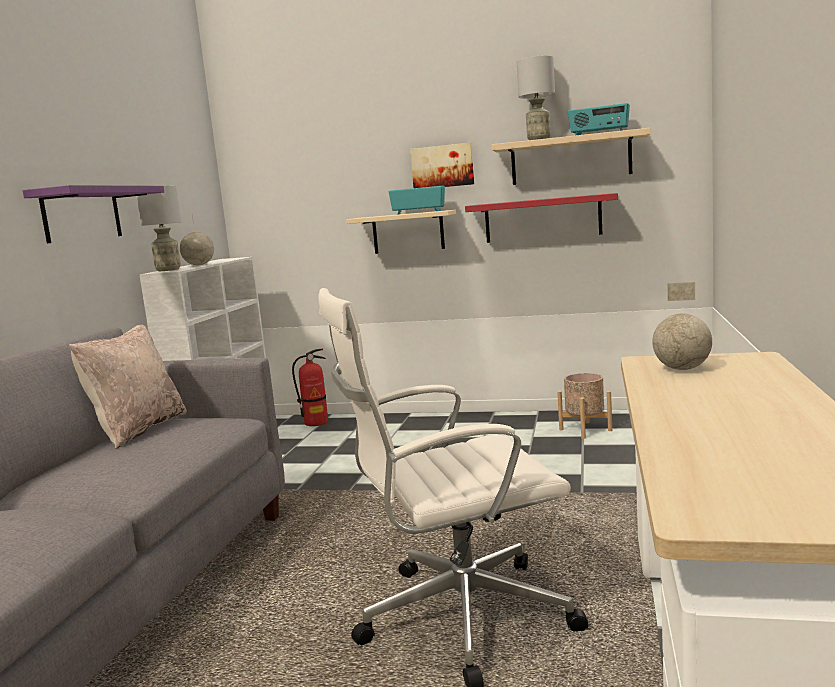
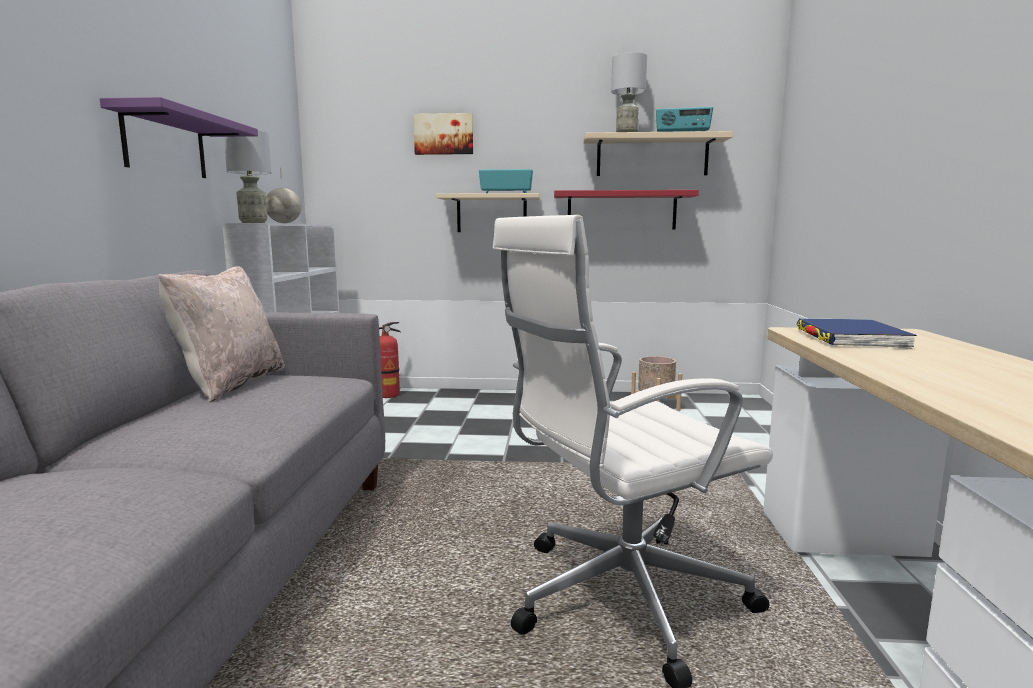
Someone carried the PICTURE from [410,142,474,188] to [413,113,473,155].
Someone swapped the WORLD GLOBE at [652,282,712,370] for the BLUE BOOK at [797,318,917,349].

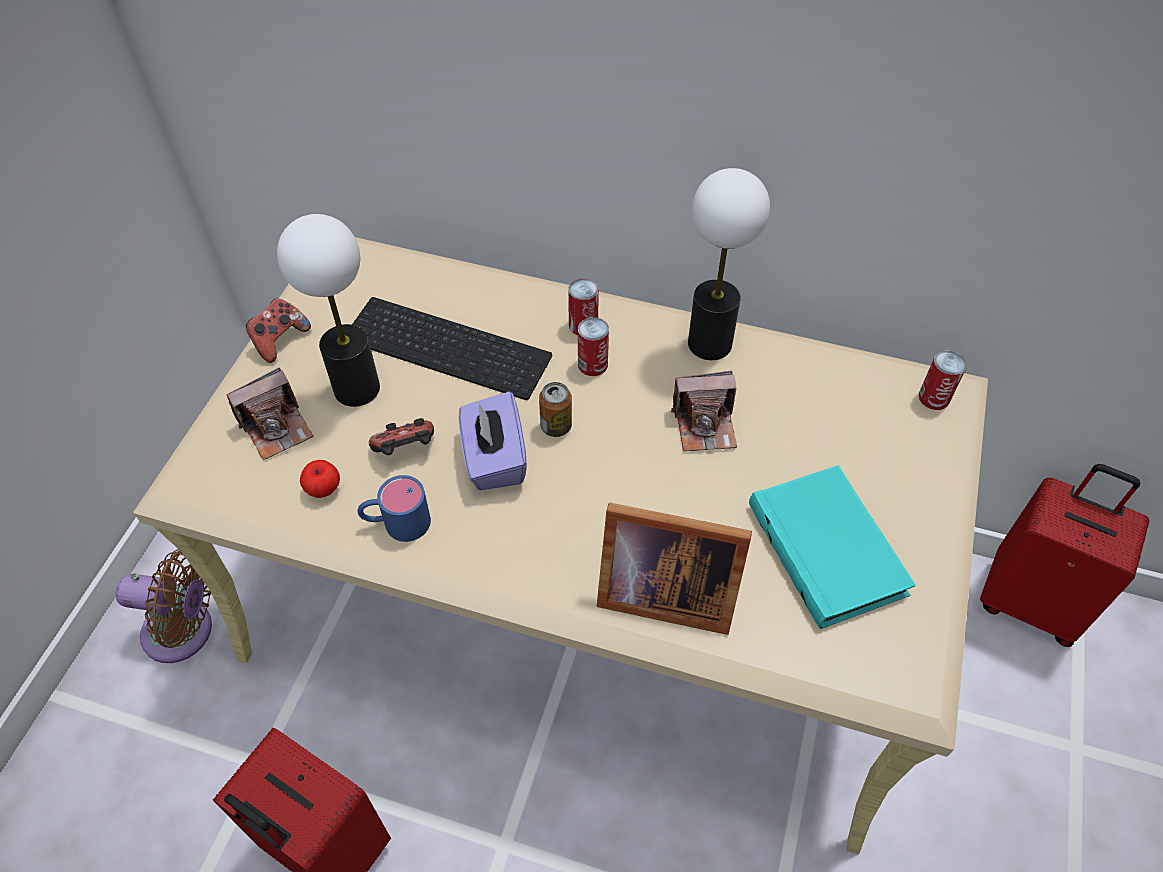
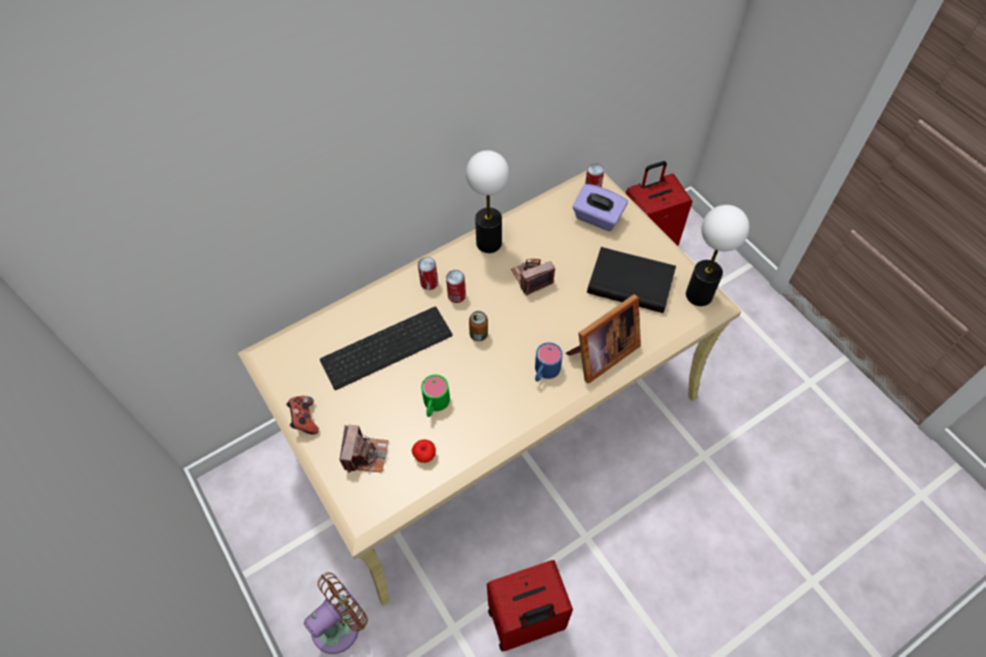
Someone carried the TABLETOP LAMP from [277,214,380,407] to [686,205,749,306].
Someone rotated the PHOTO CAMERA at [671,371,737,451] by 150 degrees counterclockwise.
Someone carried the PURPLISH TISSUE BOX from [459,391,527,490] to [573,184,628,231].
Someone swapped the GAMEPAD at [369,418,434,455] for the GREENISH COFFEE MUG at [421,375,450,417].
Someone repainted the TURQUOISE-COLOURED BOOK at [749,465,916,629], which became the BLACK-COLOURED BOOK at [587,247,676,313].
Someone carried the BLUE COFFEE MUG from [357,475,431,542] to [535,342,563,382].

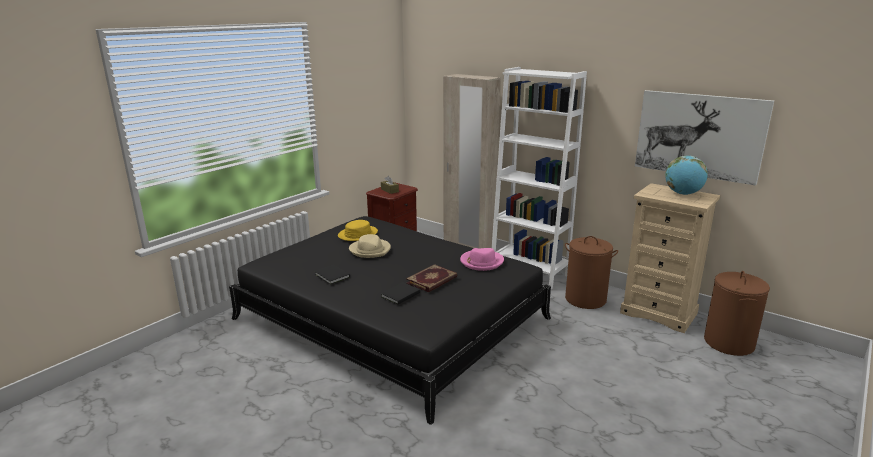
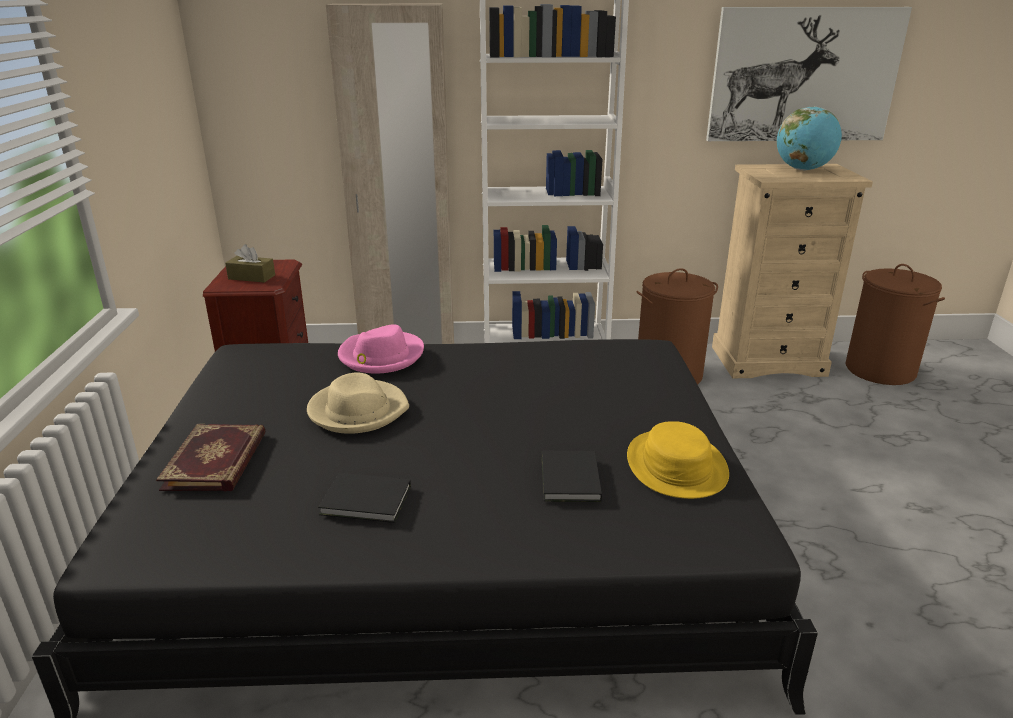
Someone carried the YELLOW HAT from [338,220,378,241] to [627,421,729,499].
Someone carried the PINKISH HAT from [460,248,504,271] to [338,324,424,374].
Someone carried the BOOK from [406,264,458,292] to [156,424,266,491].

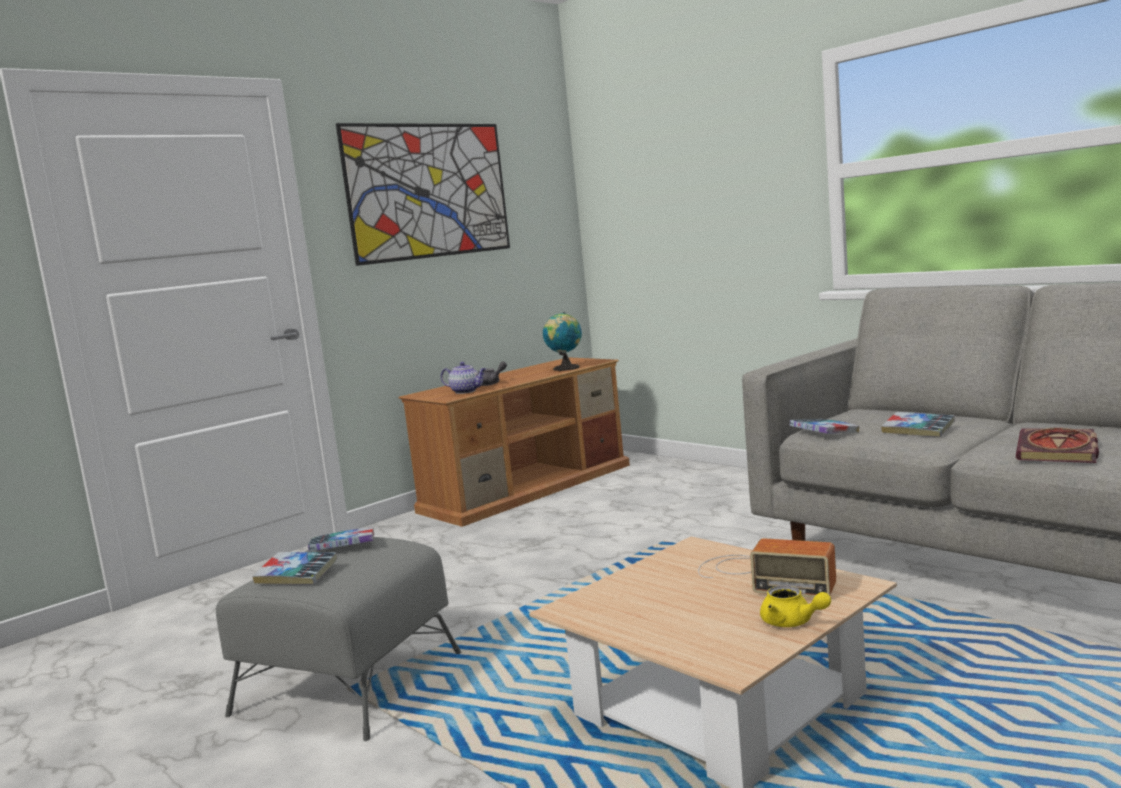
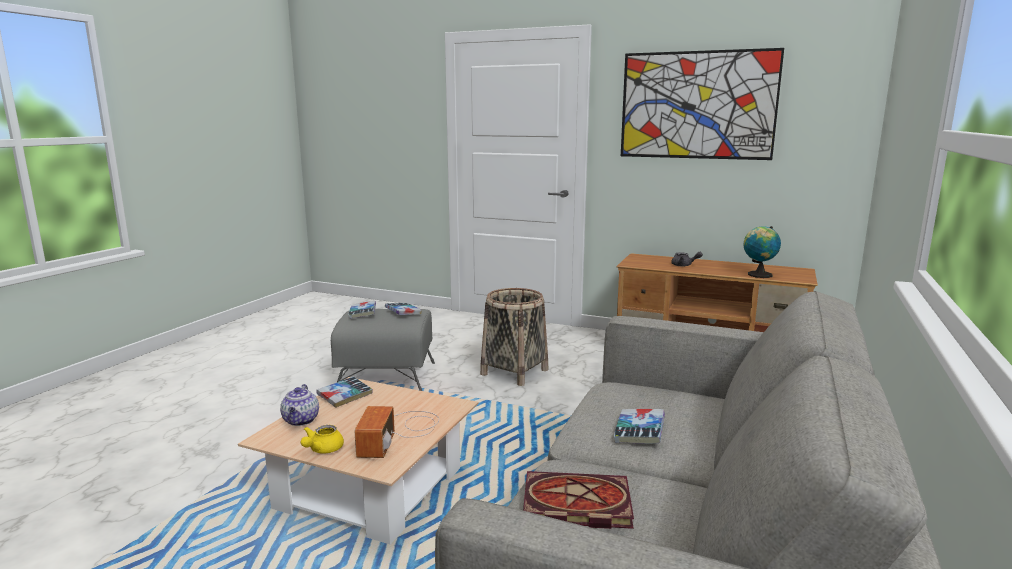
Someone carried the TEA POT from [441,362,486,394] to [280,384,319,426].
Someone carried the BOOK from [790,419,859,434] to [316,377,373,408].
Someone put down the HOUSEHOLD BASKET at [480,288,548,386].

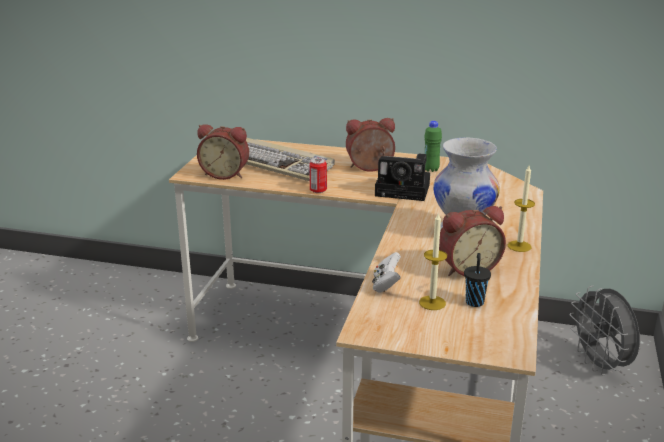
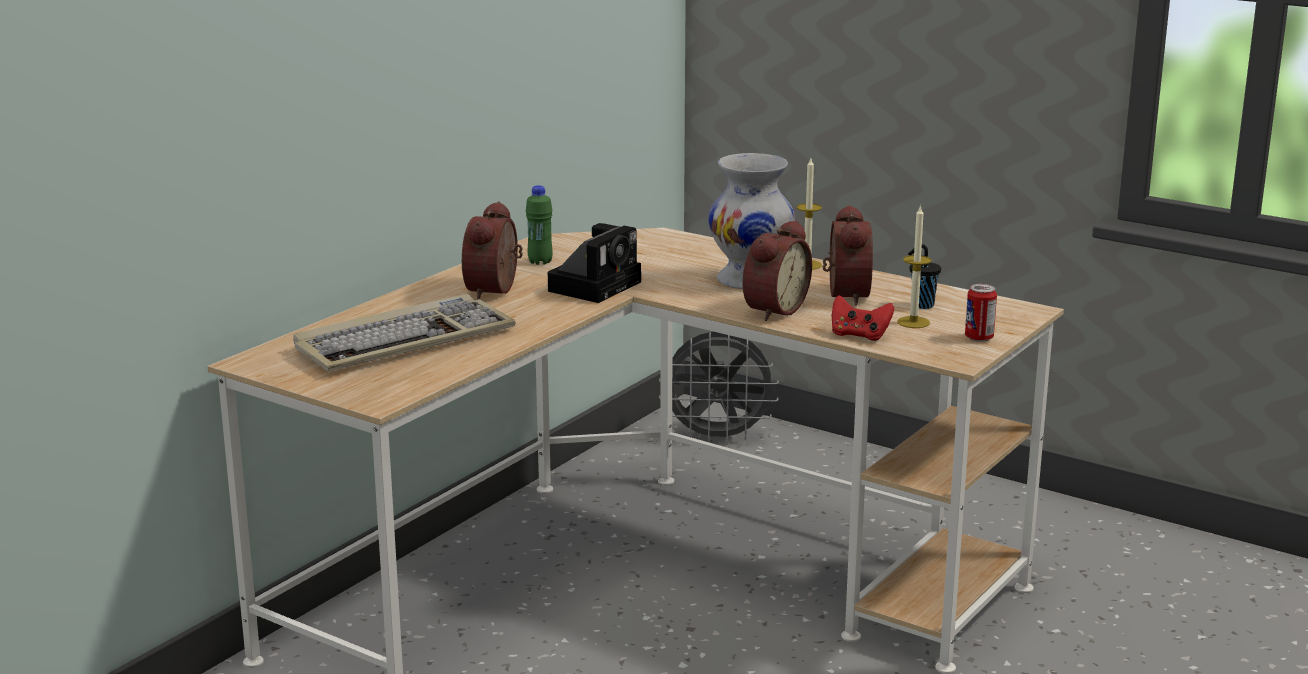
Someone carried the ALARM CLOCK from [197,124,249,180] to [743,220,812,321].
Someone carried the METAL CAN from [309,158,327,193] to [965,284,997,342].
Someone repainted the WHITE GAMEPAD at [372,252,401,293], which became the RED-COLOURED GAMEPAD at [831,295,894,341].

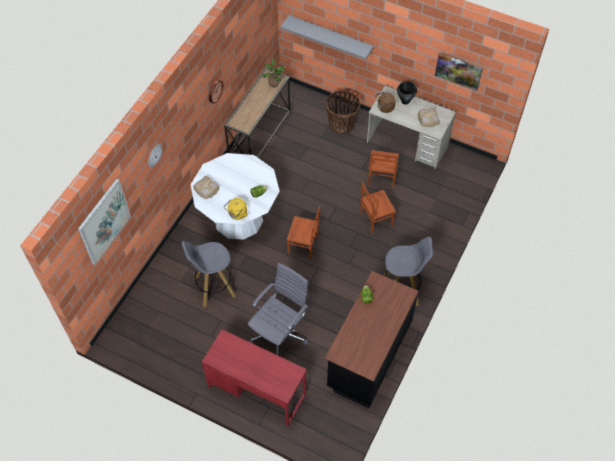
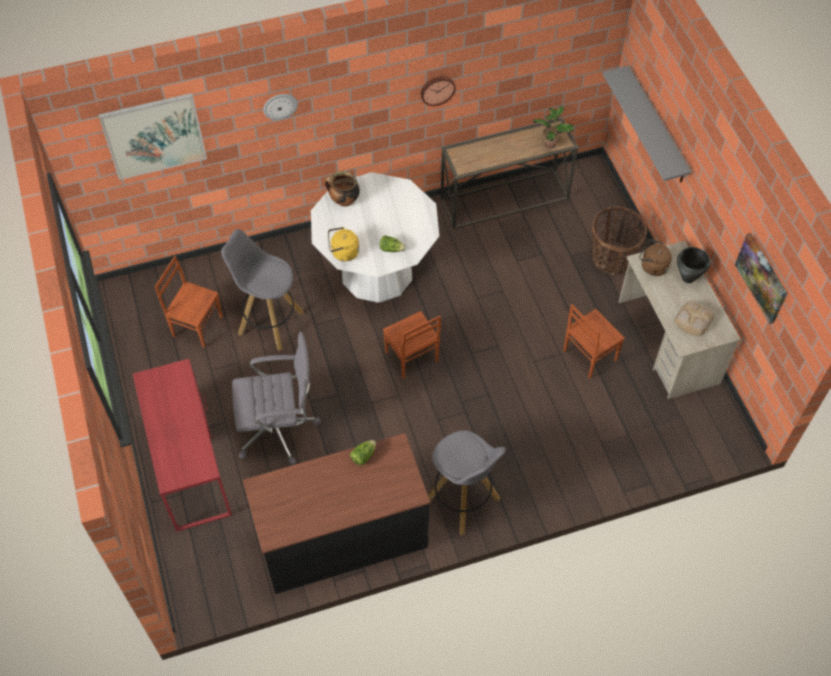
Someone swapped the BAKED BREAD at [193,176,219,199] for the STOCKPOT at [325,171,360,207].
Someone carried the BROWN-COLOURED CHAIR from [360,182,396,234] to [155,256,223,348].

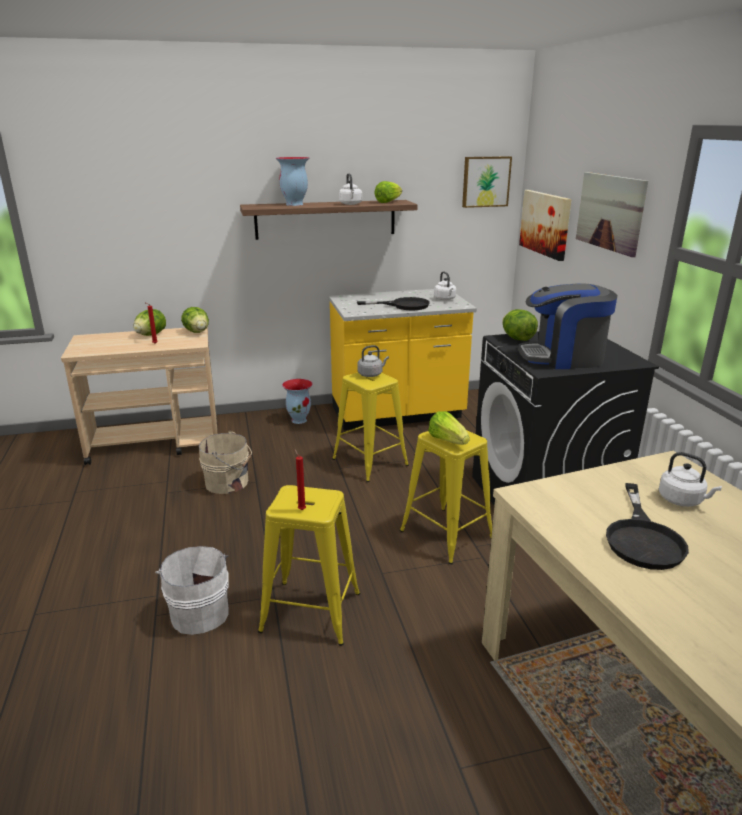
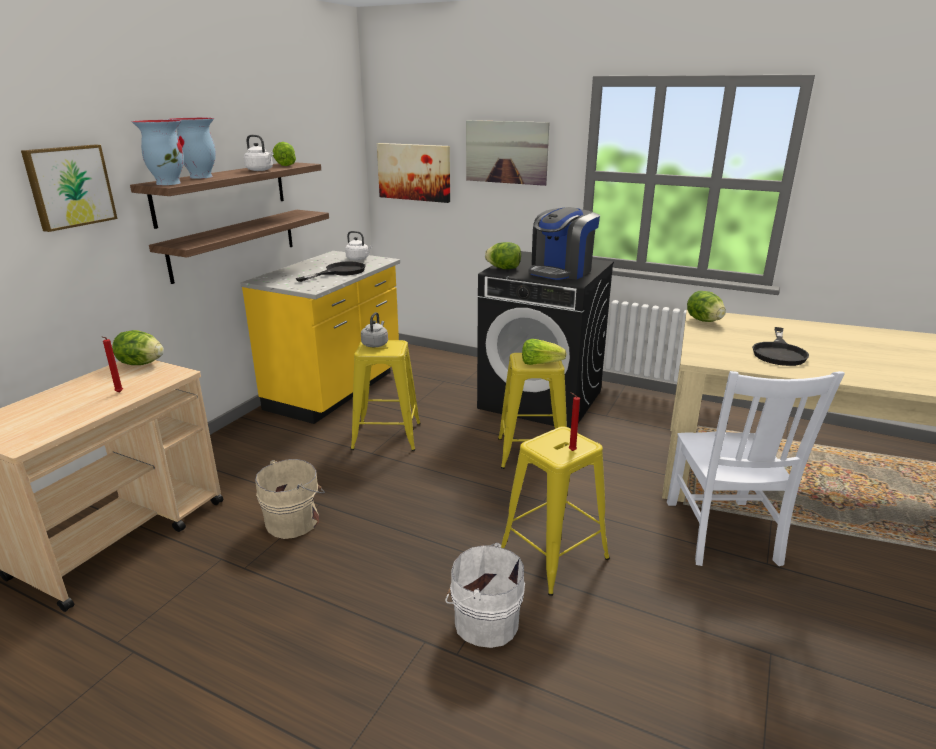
Someone carried the PICTURE from [462,156,512,208] to [21,145,118,232].
Someone carried the LETTUCE from [133,309,166,336] to [687,291,726,322].
Someone carried the DECORATIVE VASE from [282,379,313,424] to [131,120,184,185].
Someone took away the WHITE WATER KETTLE at [659,452,722,507].
Someone rotated the BLACK-COLOURED SKILLET at [606,483,689,570] by 60 degrees clockwise.
Someone put up the WALL SHELF at [149,210,329,284].
Someone put down the WHITE CHAIR at [667,371,845,566].

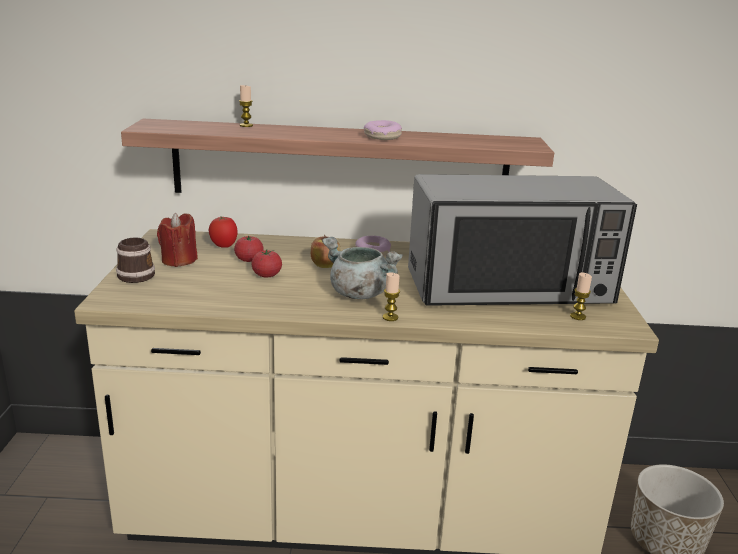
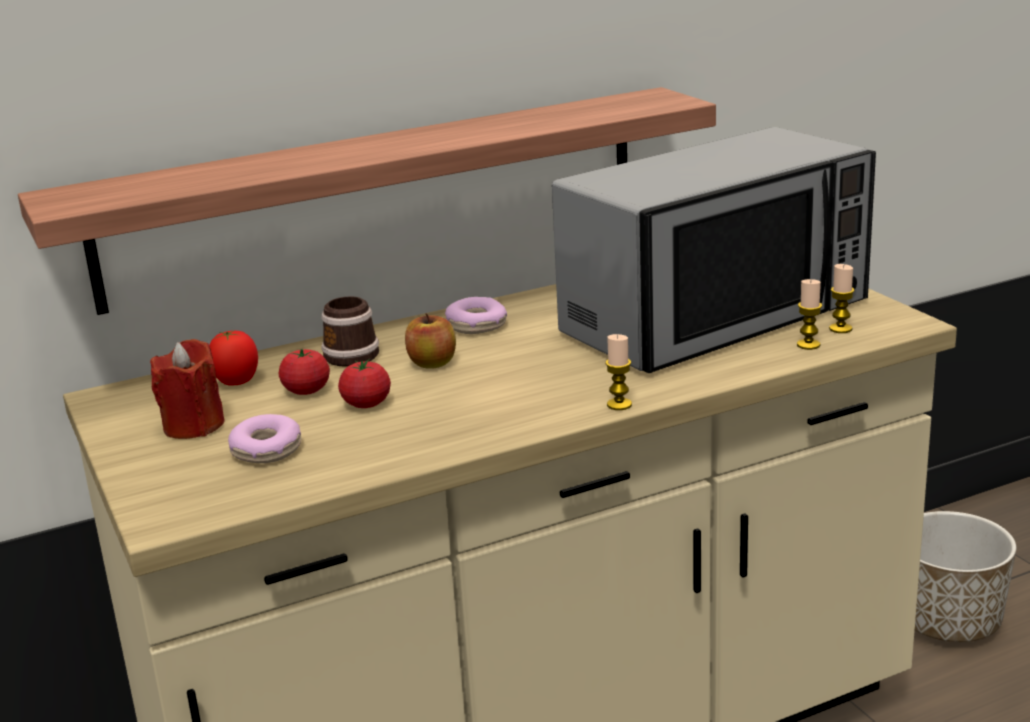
Someone carried the WAX LIGHT from [239,85,253,127] to [797,279,822,350].
Someone carried the DONUT from [364,120,402,140] to [228,414,302,463].
Someone took away the GREY STOCKPOT at [322,237,403,300].
Someone carried the COFFEE MUG from [116,238,155,283] to [321,296,379,367].

